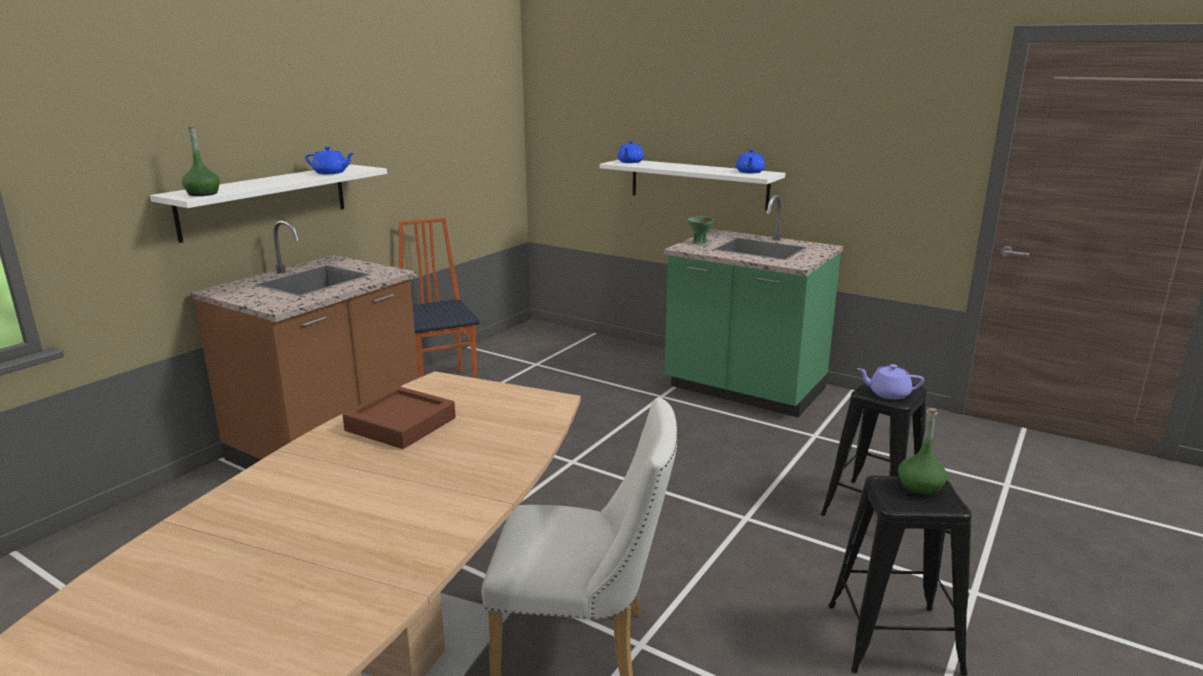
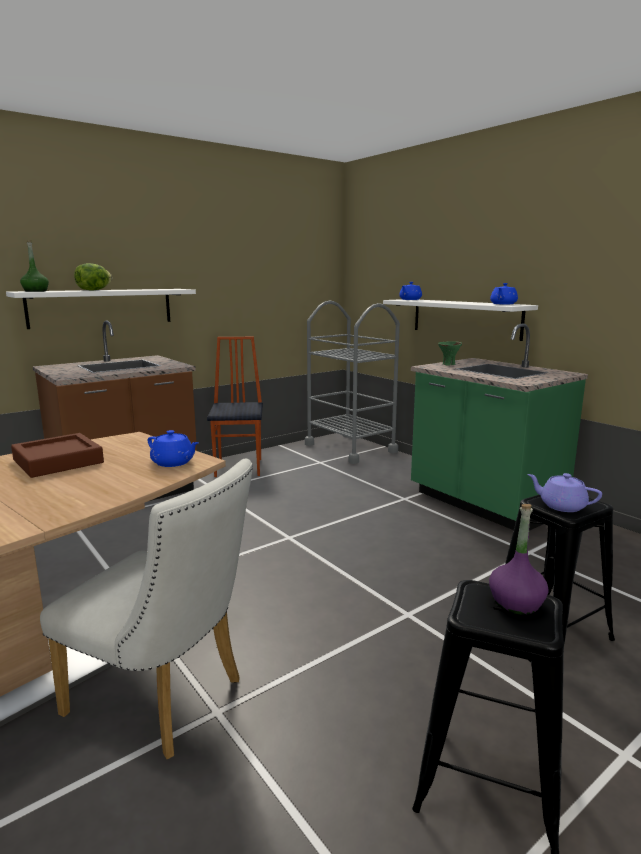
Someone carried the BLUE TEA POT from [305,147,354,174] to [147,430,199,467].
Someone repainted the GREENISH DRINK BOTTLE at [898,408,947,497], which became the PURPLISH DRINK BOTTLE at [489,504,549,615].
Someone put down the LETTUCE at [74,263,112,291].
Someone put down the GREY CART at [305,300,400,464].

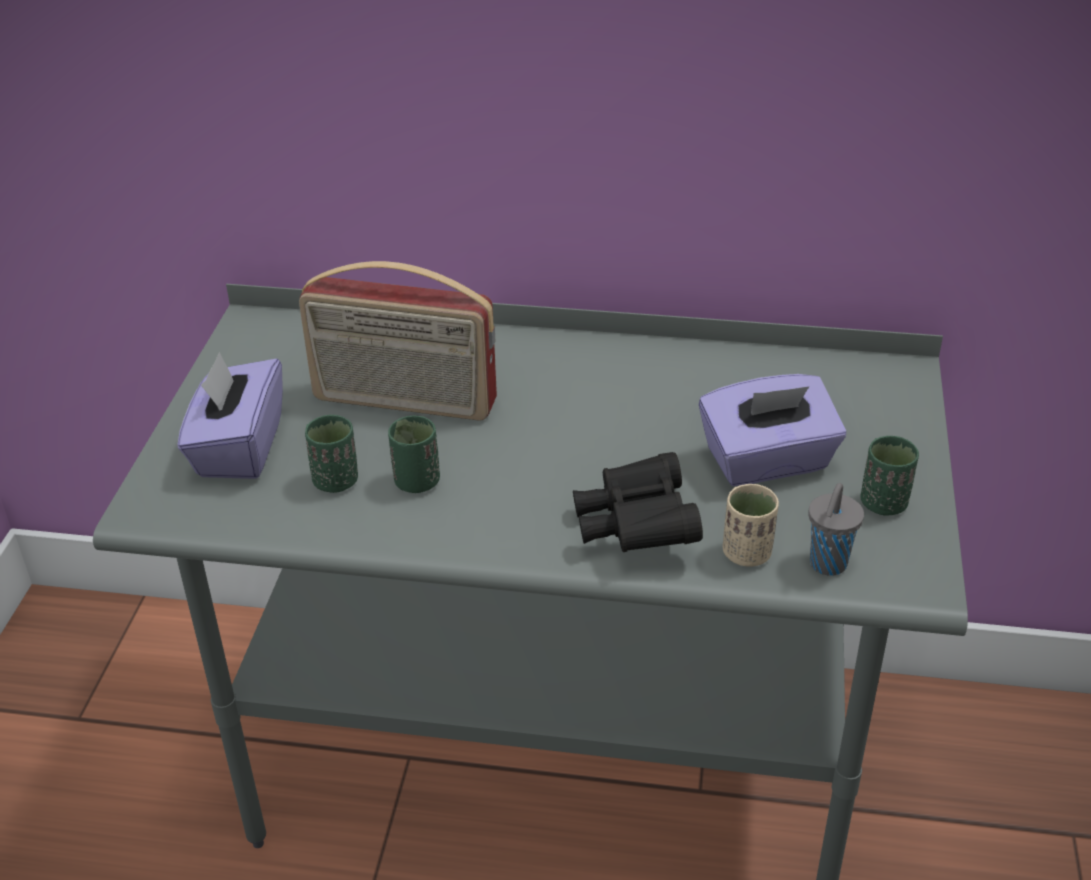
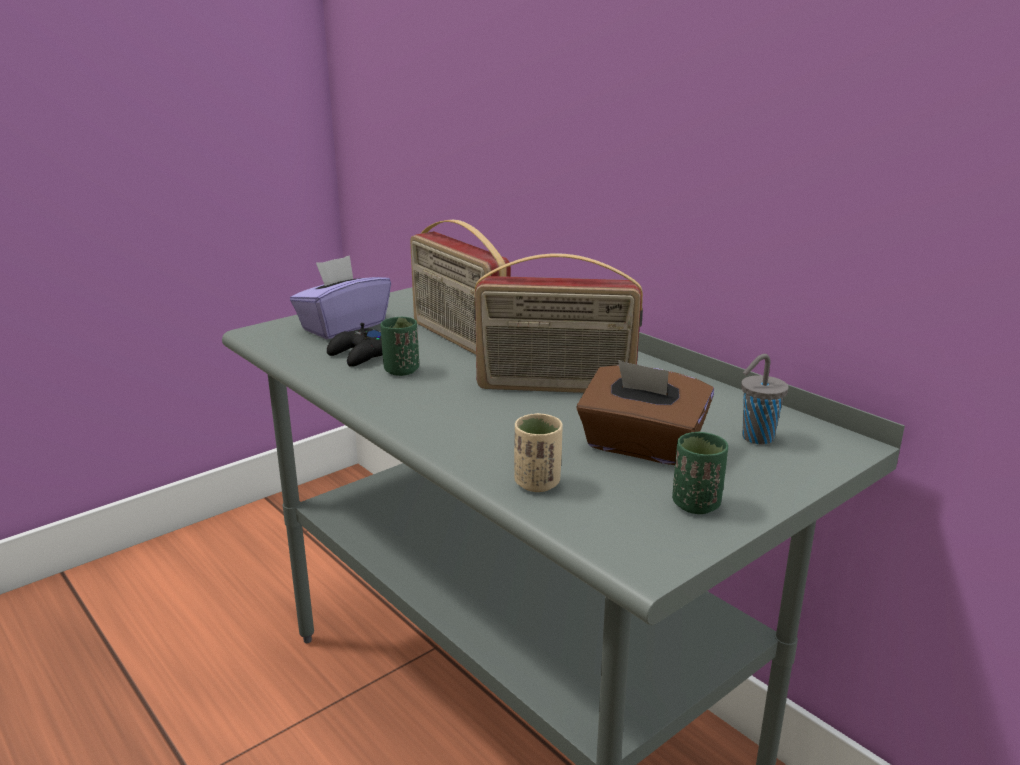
Someone repainted the PURPLISH TISSUE BOX at [699,374,846,486], which became the BROWN-COLOURED TISSUE BOX at [576,360,714,465].
Someone swapped the GREENISH CUP at [305,415,358,493] for the BLACK-COLOURED GAMEPAD at [327,323,383,367].
Someone took away the BLACK-COLOURED BINOCULARS at [573,452,703,552].
Someone carried the GREY CUP from [808,483,864,576] to [741,354,789,445].
Someone put down the RADIO RECEIVER at [474,253,643,393].

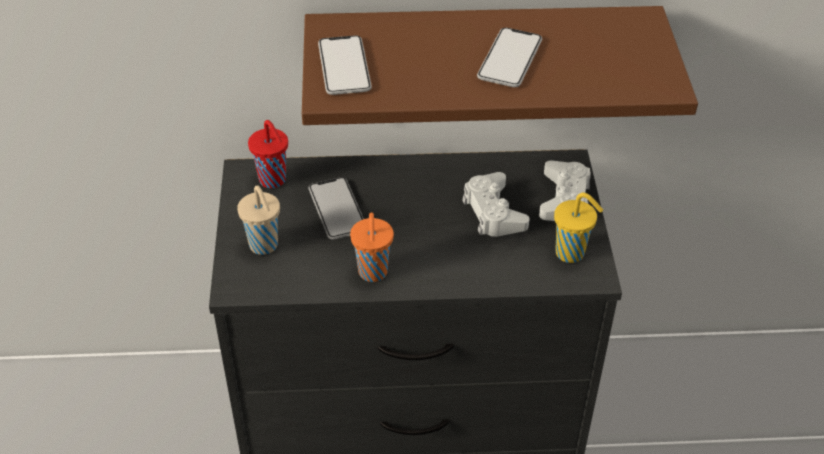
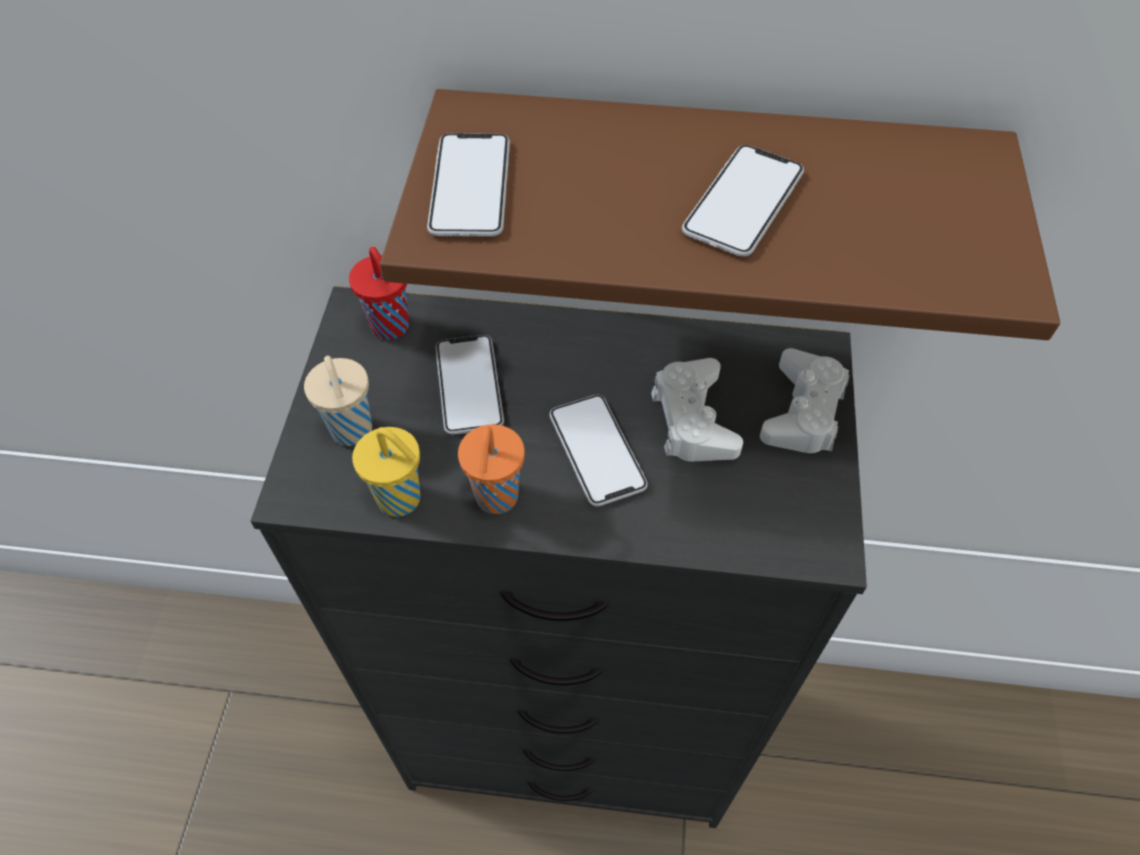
Someone carried the YELLOW CUP from [554,193,603,263] to [352,427,420,517].
Someone put down the HANDSET at [549,395,648,507].

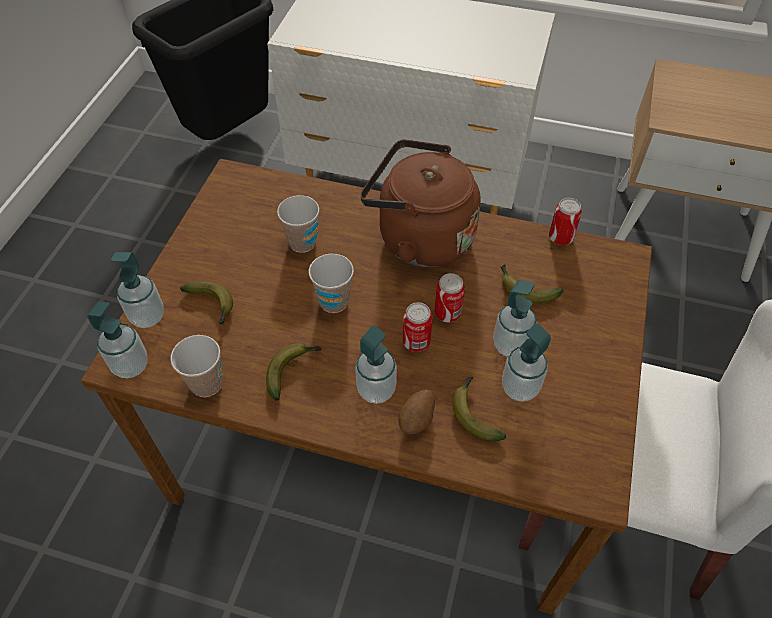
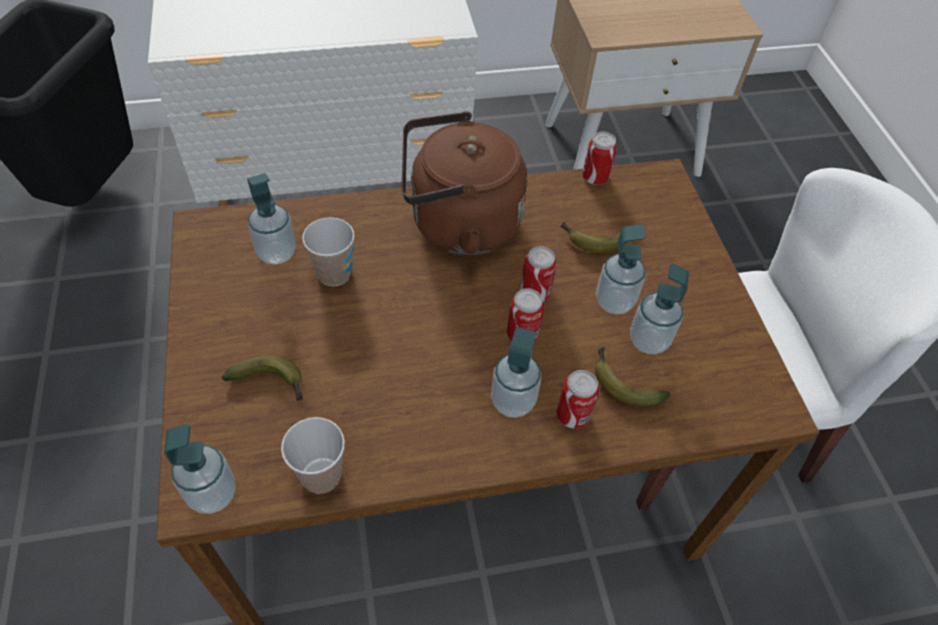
Someone carried the LIQUID SOAP BOTTLE from [111,252,164,328] to [247,173,296,265].
Someone took away the CUP at [309,254,354,313].
Someone took away the WHOLE BANANA at [266,343,321,401].
Someone swapped the POTATO at [398,389,435,434] for the METAL CAN at [556,370,600,428].

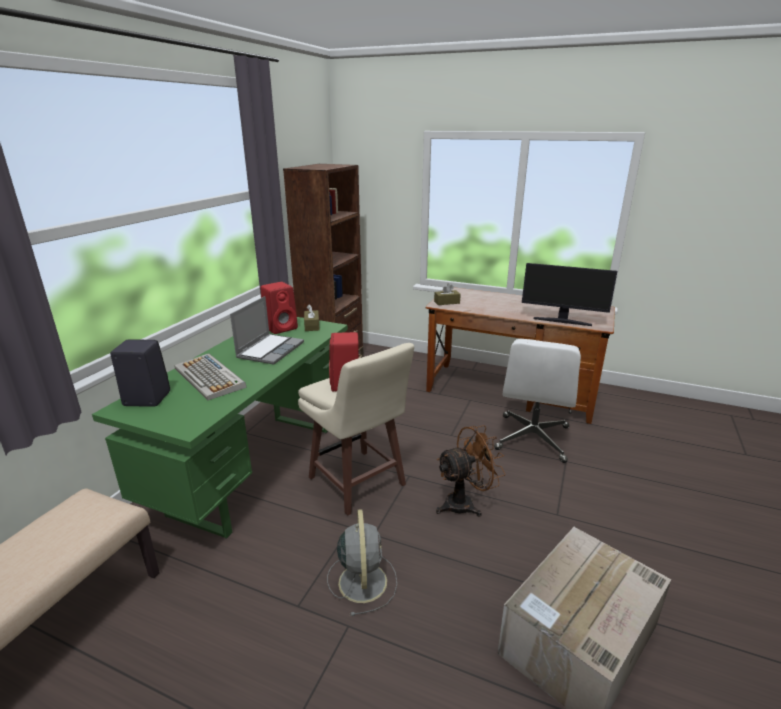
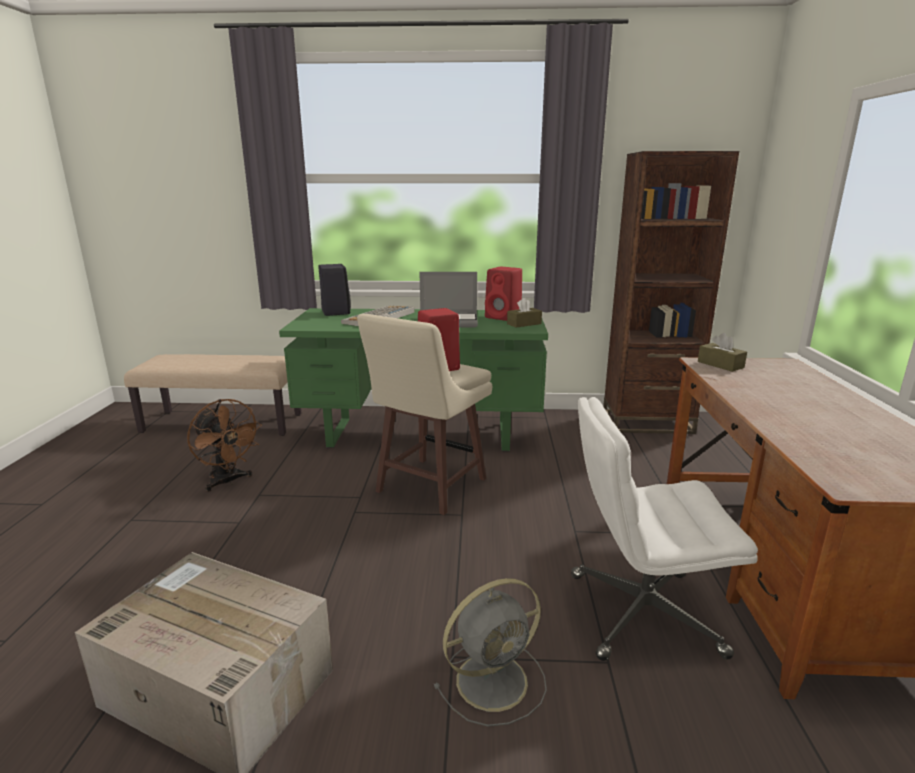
Someone took away the MONITOR at [522,263,617,326].
Someone carried the BROWN-COLOURED COOLING FAN from [436,425,505,517] to [187,399,262,492].
Someone carried the GREY COOLING FAN from [327,509,397,616] to [434,578,547,727].

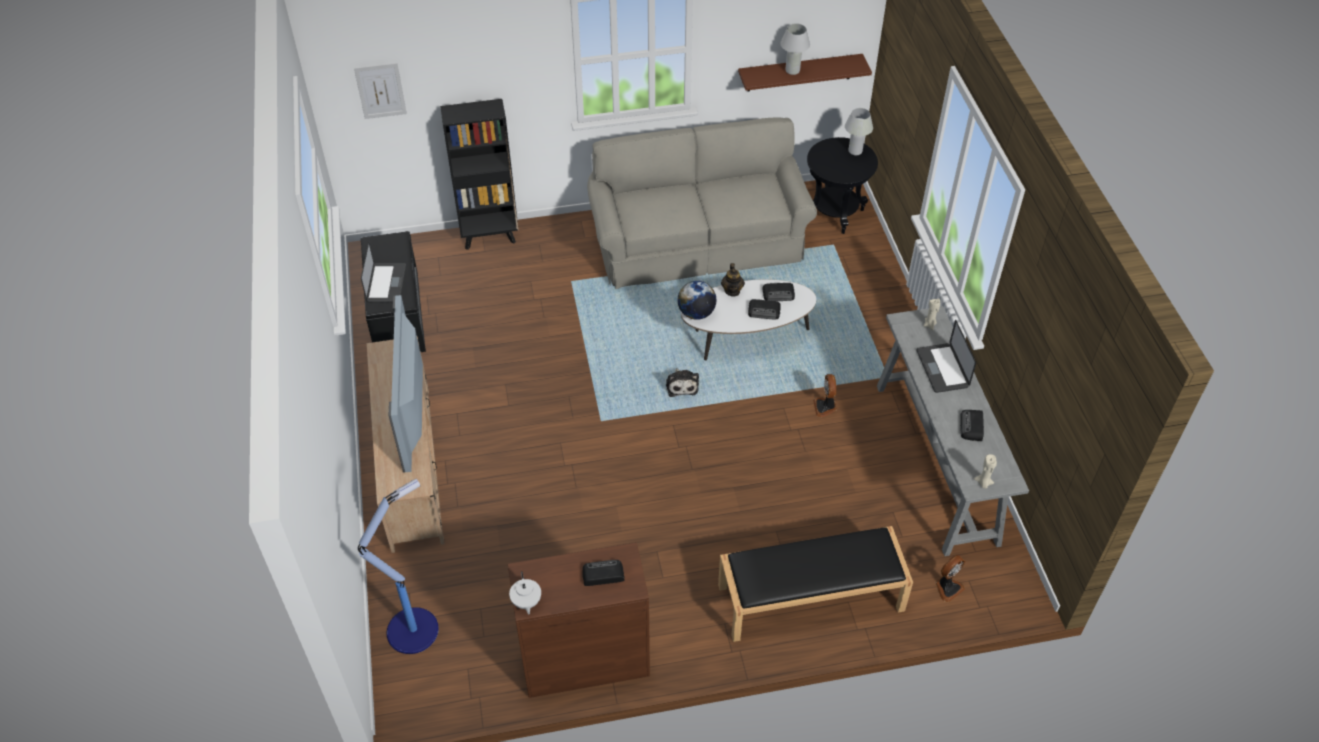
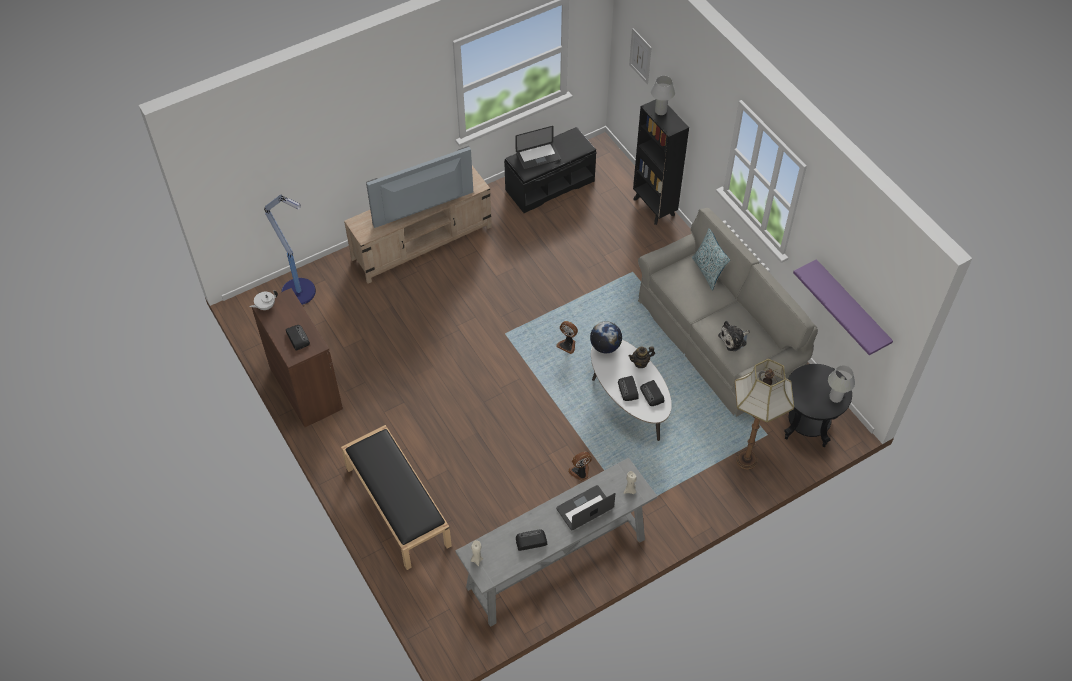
Someone carried the WHITE TABLETOP LAMP from [780,23,810,75] to [651,76,675,115].
Someone repainted the BROWN-COLOURED WALL SHELF at [738,54,872,92], which became the PURPLISH WALL SHELF at [793,259,893,355].
Someone carried the SOFT TOY from [666,368,699,397] to [718,321,750,351].
Someone carried the COOLING FAN from [935,555,965,602] to [556,321,578,354].
Someone put down the PILLOW at [692,228,730,290].
Someone put down the STANDING LAMP at [735,359,794,470].

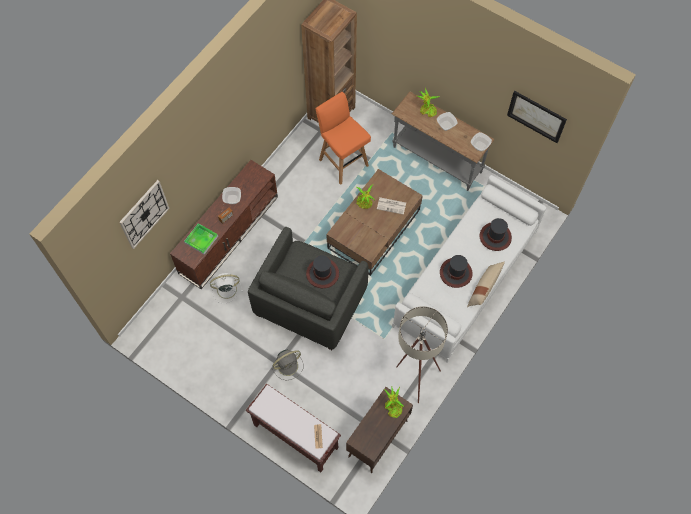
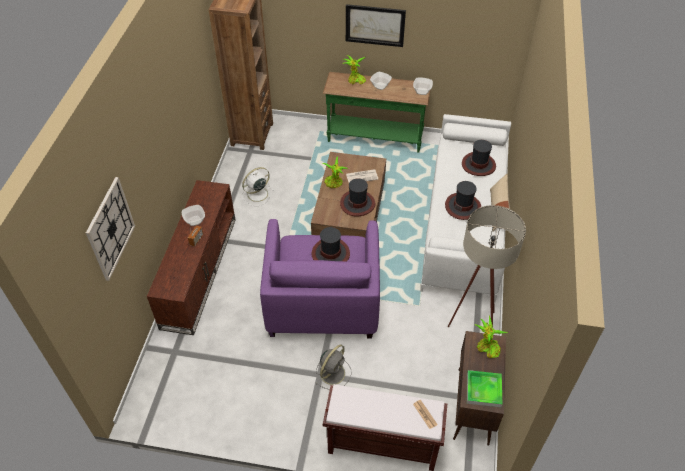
Someone repainted the GREY CONSOLE TABLE at [392,91,494,191], which became the GREENISH CONSOLE TABLE at [323,72,430,153].
Someone carried the PICTURE from [507,91,567,143] to [346,4,406,47].
Someone took away the ORANGE SITTING STOOL at [316,92,371,185].
Someone carried the CARRYING TRAY from [184,223,218,255] to [467,370,502,407].
Someone repainted the GREY LOUNGE CHAIR at [248,227,369,350], which became the PURPLISH LOUNGE CHAIR at [260,219,380,338].
Someone carried the WHITE COOLING FAN from [210,273,243,304] to [242,167,274,206].
Someone put down the HAT at [340,178,375,216].

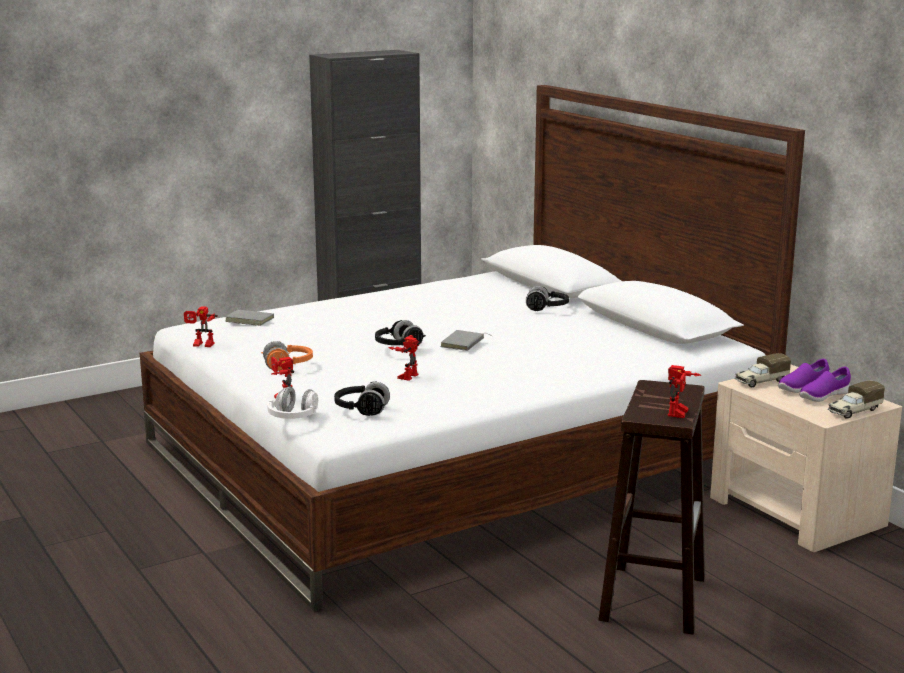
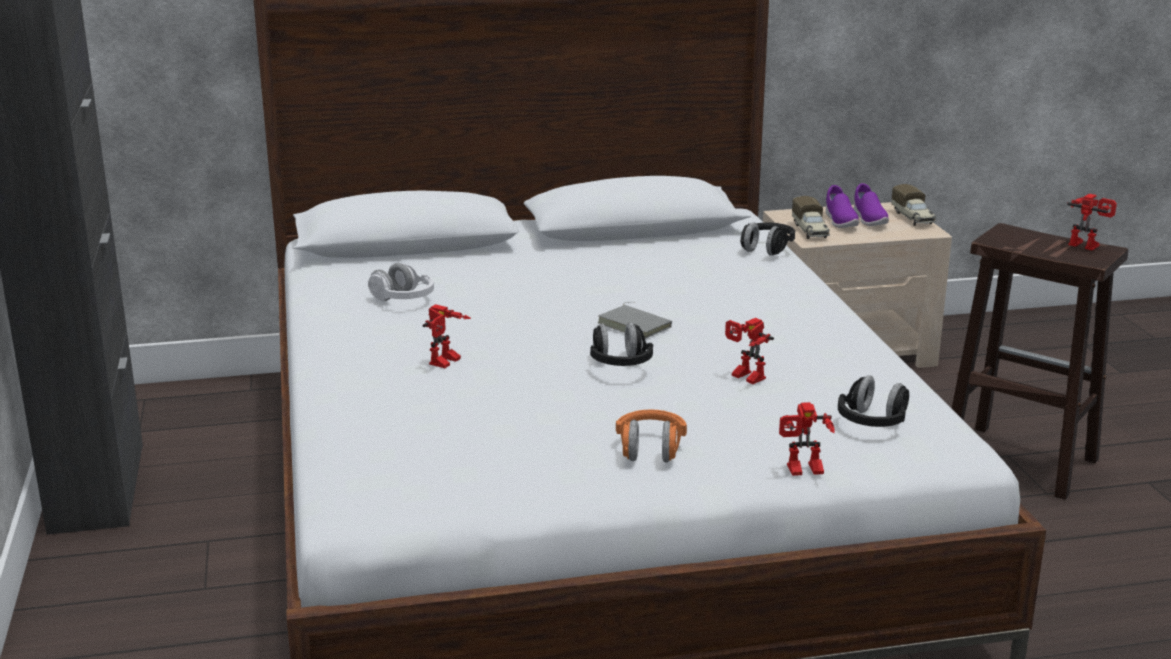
Someone carried the BLACK-COLOURED PAIR OF HEADPHONES from [526,286,569,311] to [740,222,795,256].
Someone carried the TOY ROBOT from [184,306,217,347] to [423,304,471,368].
Someone took away the GREY BOOK at [225,308,274,326].
Someone carried the WHITE PAIR OF HEADPHONES from [268,386,319,419] to [368,263,434,301].

